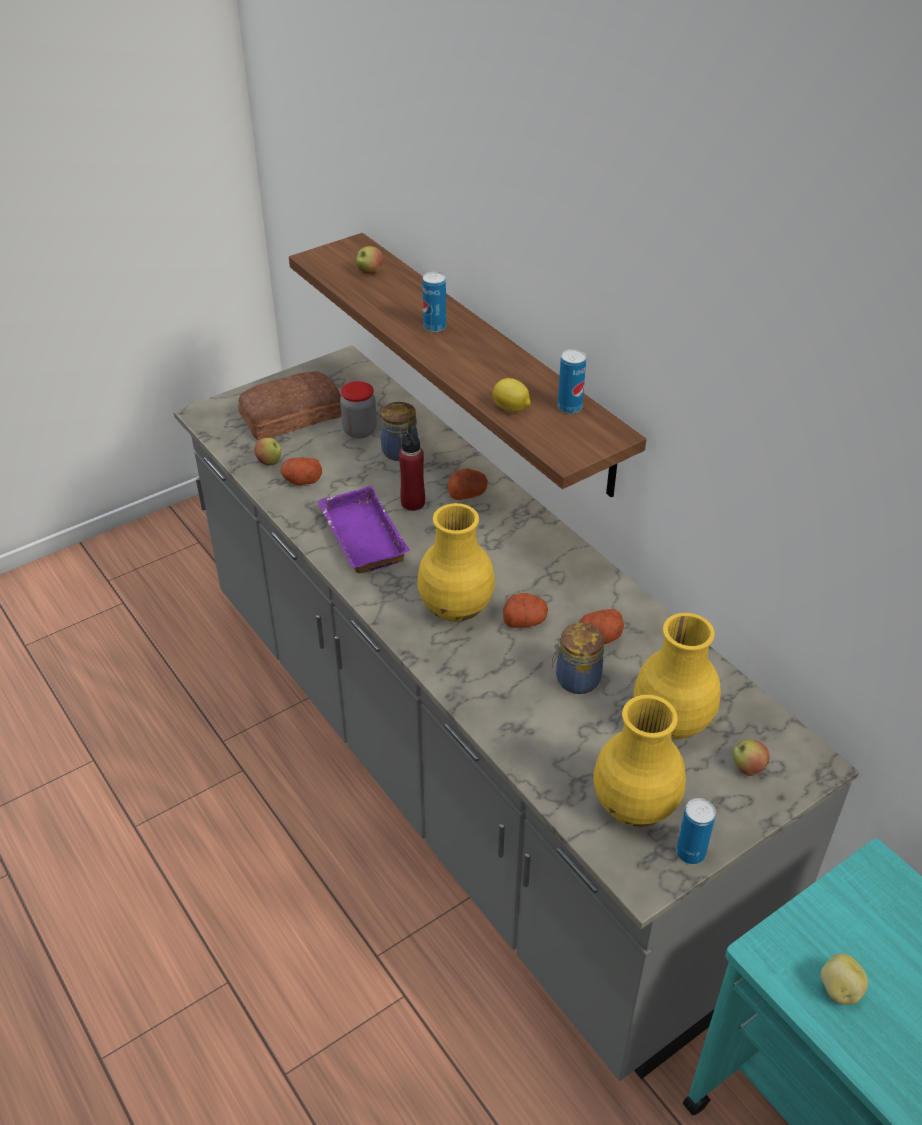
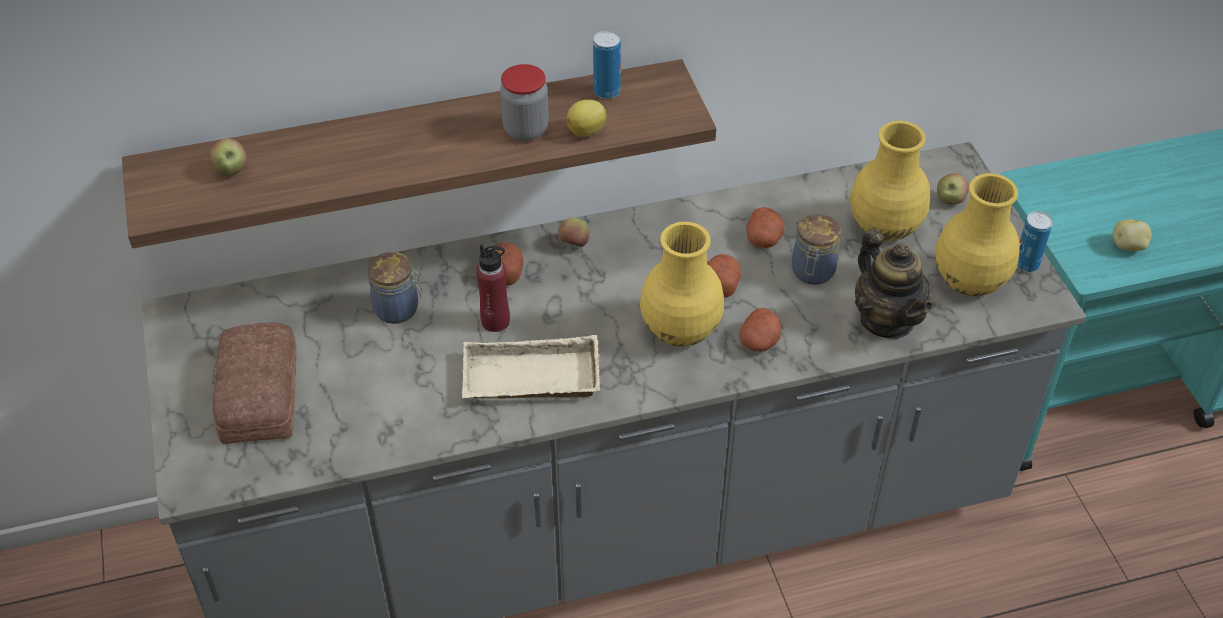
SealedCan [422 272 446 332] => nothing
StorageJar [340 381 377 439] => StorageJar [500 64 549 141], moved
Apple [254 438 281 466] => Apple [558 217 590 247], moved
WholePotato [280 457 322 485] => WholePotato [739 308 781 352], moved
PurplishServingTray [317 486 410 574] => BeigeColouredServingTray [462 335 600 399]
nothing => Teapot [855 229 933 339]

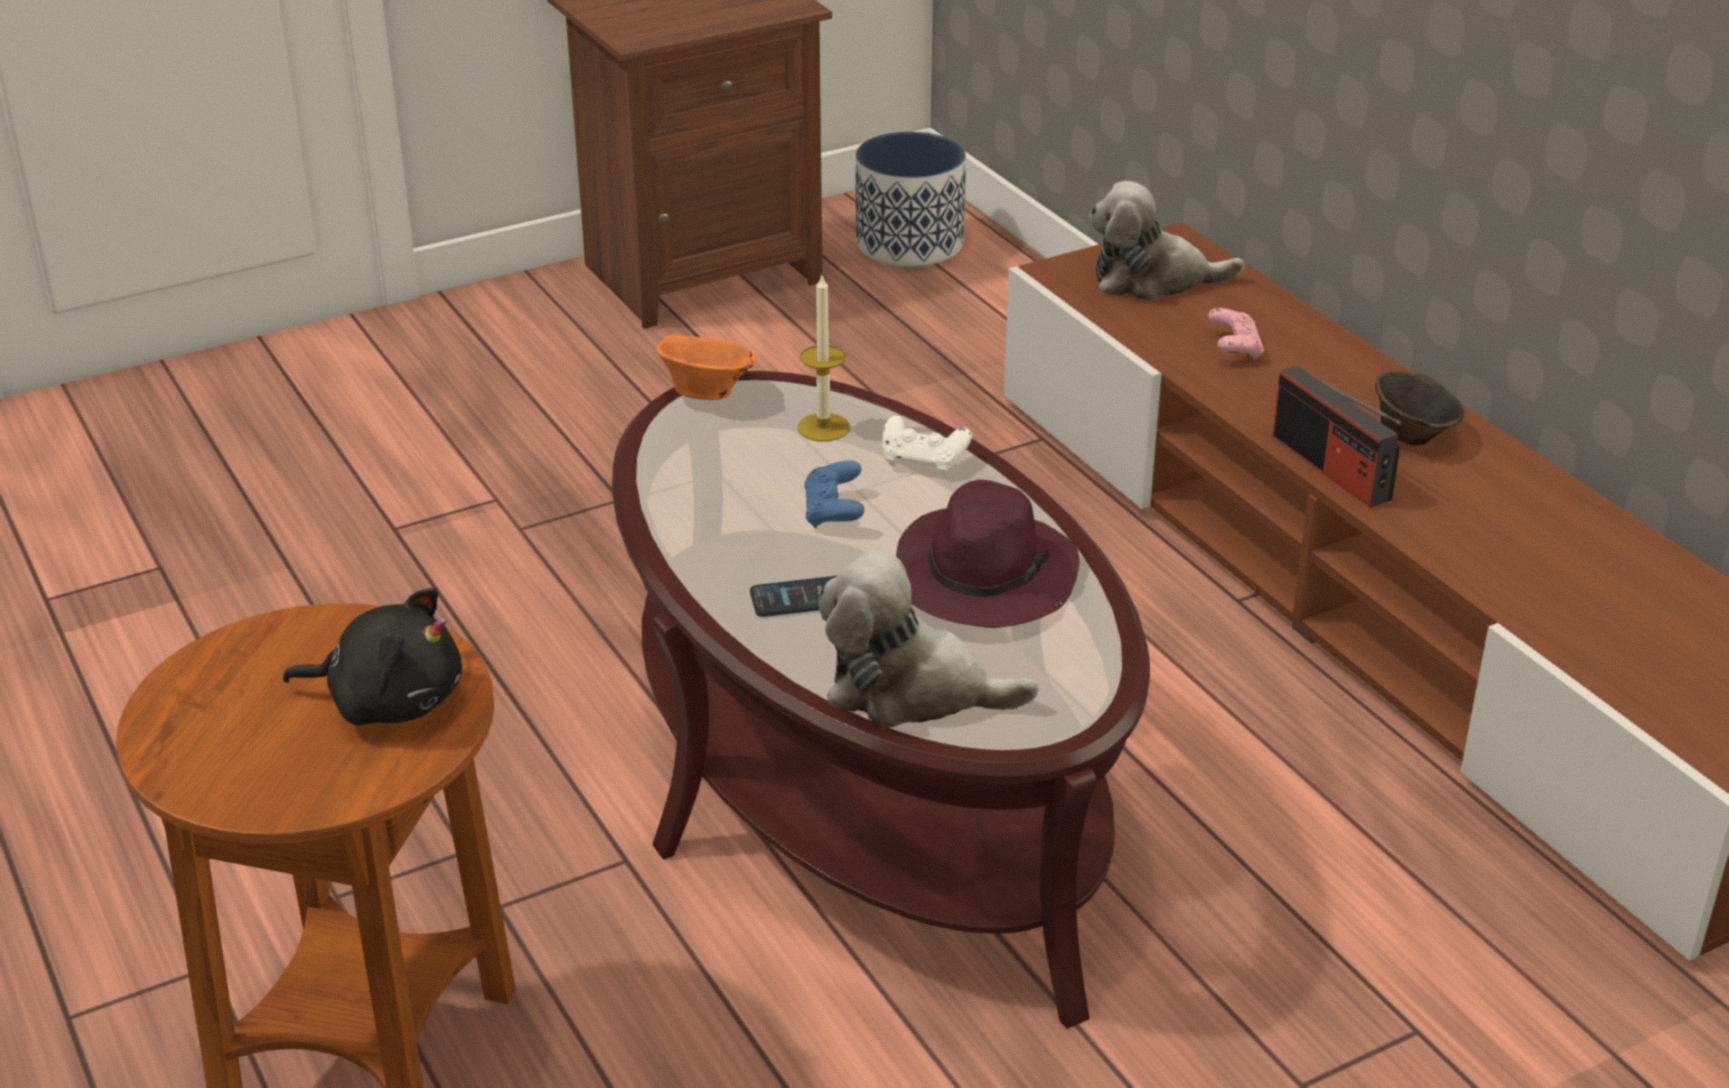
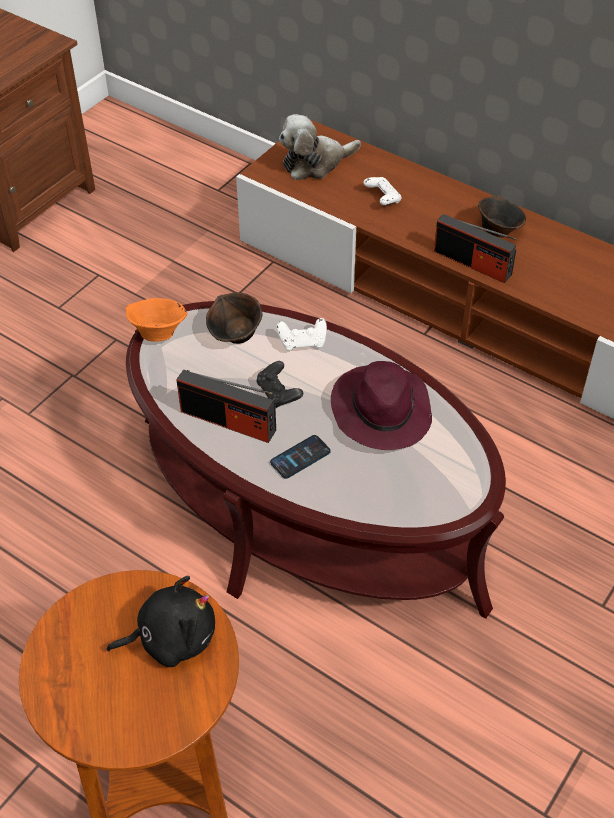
Planter [856 132 966 267] => nothing
WaxLight [798 275 850 441] => BrownColouredDeepDish [206 293 262 344]
PinkColouredGameController [1208 308 1264 360] => WhiteColouredGameController [364 177 402 205]
BluishGameController [804 460 864 528] => BlackColouredGameController [257 361 303 408]
SoftToy [818 551 1039 728] => nothing
nothing => RadioSet [177 369 276 443]

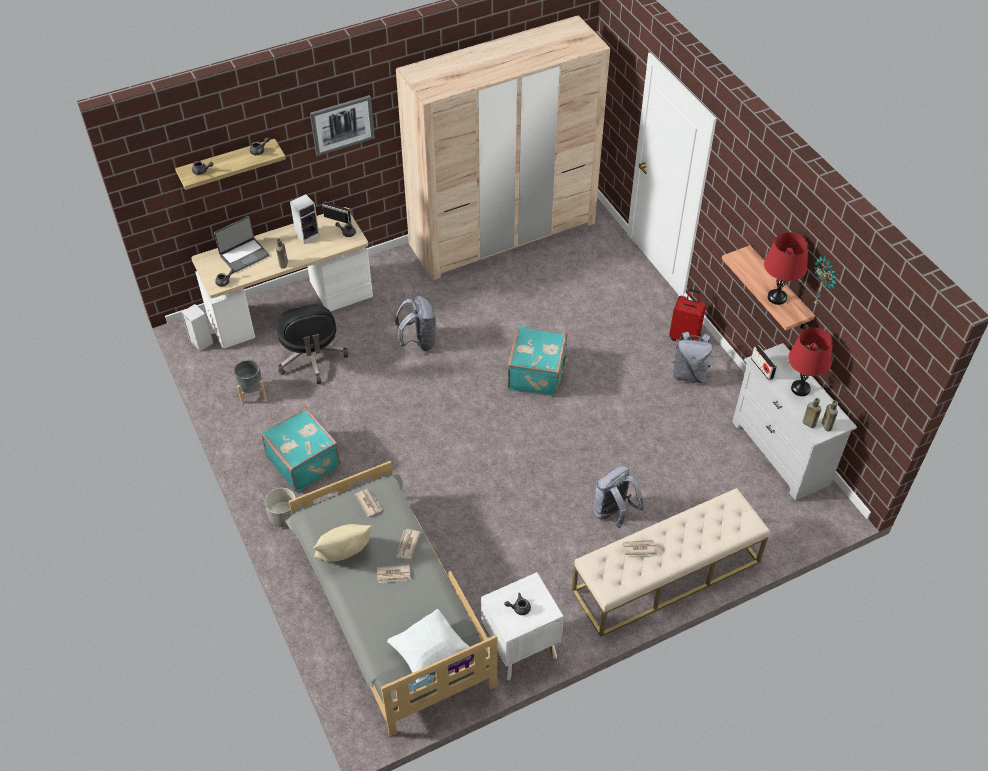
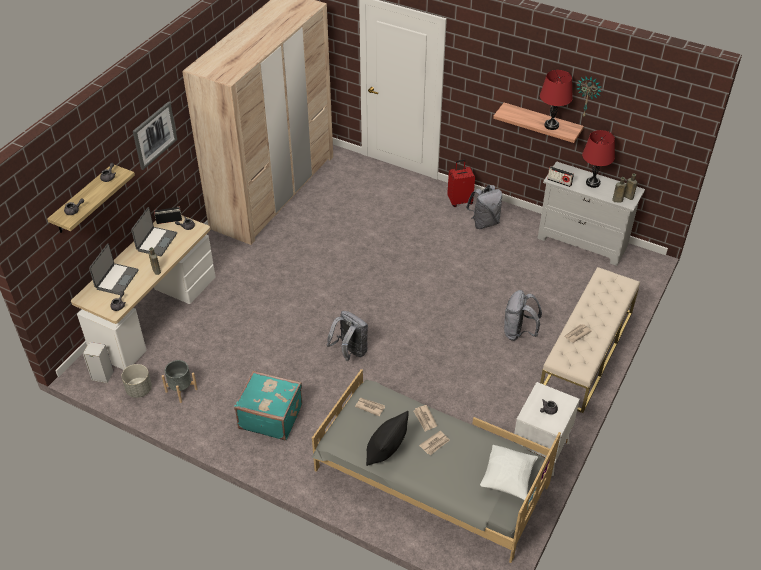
Loudspeaker [290 194 320 244] => NotebookComputer [131 207 177 256]
GreyishRucksack [395 296 436 351] => GreyishRucksack [326 311 368 361], moved
BlackColouredComputerChair [276 305 349 384] => nothing
BlueGreenSuitcase [508 325 569 396] => nothing
GreyishPlanter [265 488 296 527] => GreyishPlanter [121 364 152 398], moved
BeigeColouredPillow [314 524 372 562] => BlackColouredPillow [366 411 409 466]

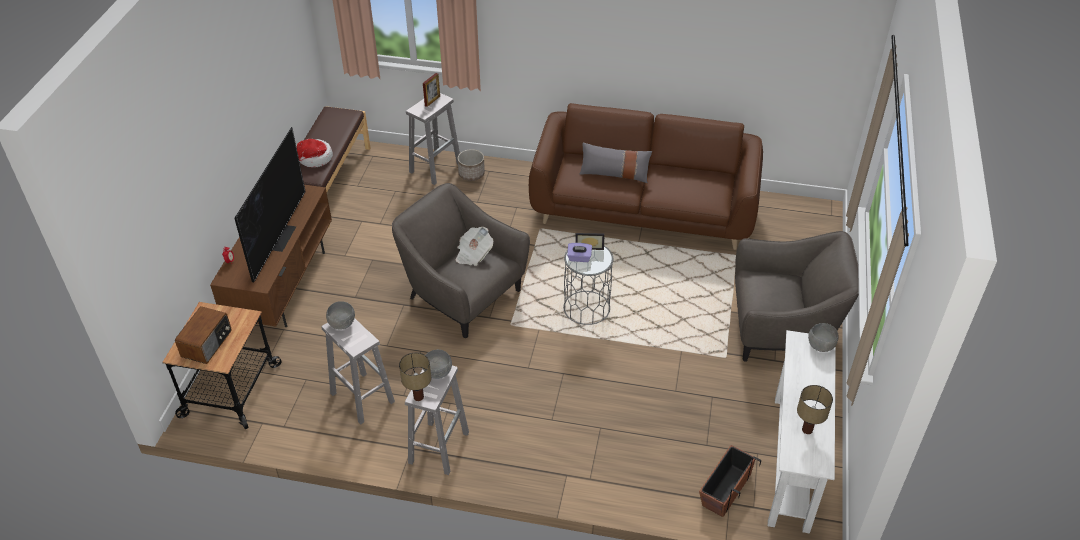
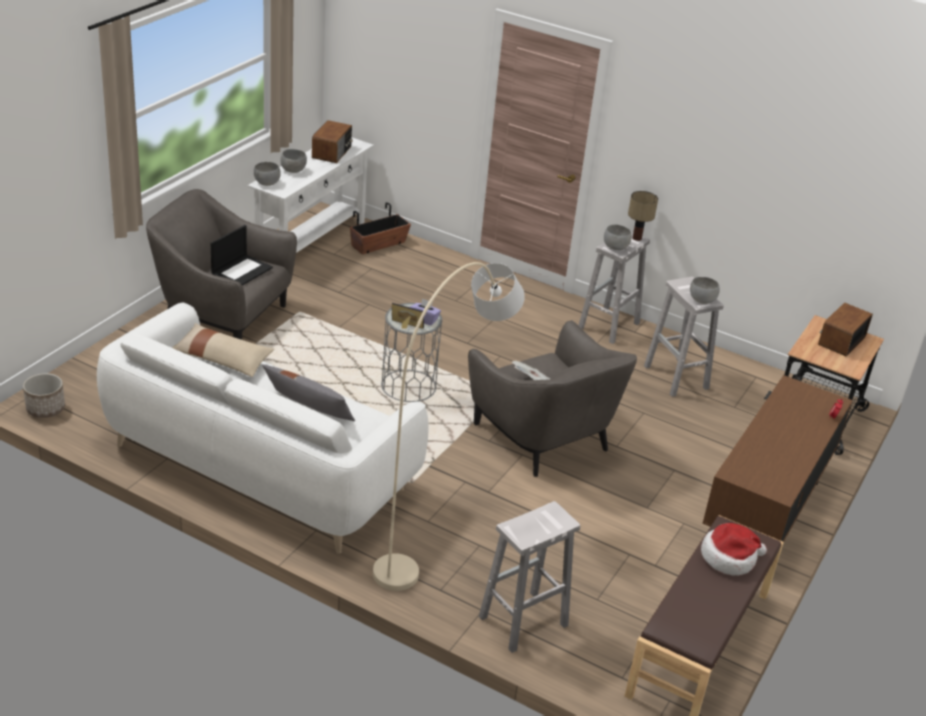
PhotoFrame [423 73 440 107] => nothing
BrownColouredSofa [529 103 763 250] => WhiteColouredSofa [97 303 429 554]
TvSet [234 127 306 282] => nothing
Planter [458 149 485 181] => Planter [23 373 65 418], moved
LampForATable [797 385 833 434] => RadioSet [312 120 353 163]
nothing => GreyishDeepDish [280 149 307 173]
nothing => NotebookComputer [211 225 273 286]
nothing => BeigeColouredFloorLamp [373 262 525 591]
nothing => BeigeColouredPillow [172 323 274 377]

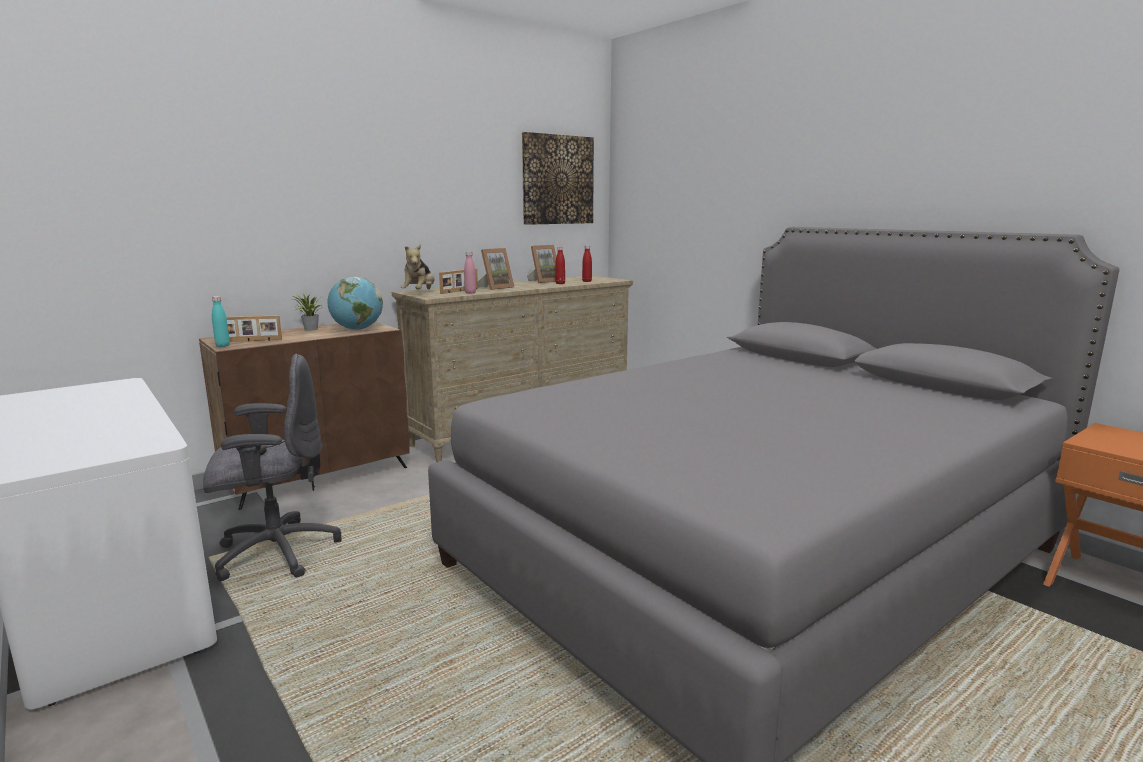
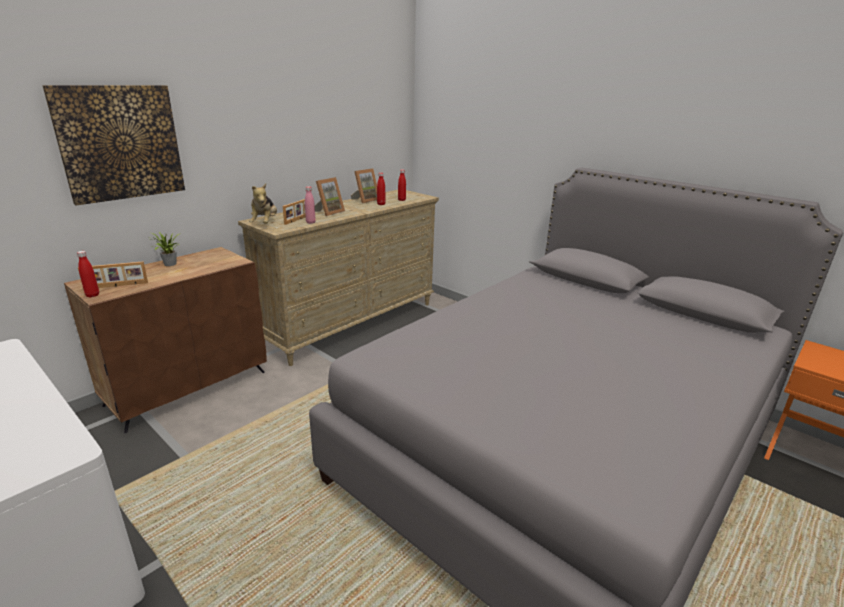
WallArt [522 132 594 225] => WallArt [42 85 185 205], moved
Globe [327 277 383 330] => nothing
BlueGreenBeverageBottle [212 296 230 347] => RedColouredBeverageBottle [77 251 99 297]
GreyishComputerChair [203 354 342 582] => nothing

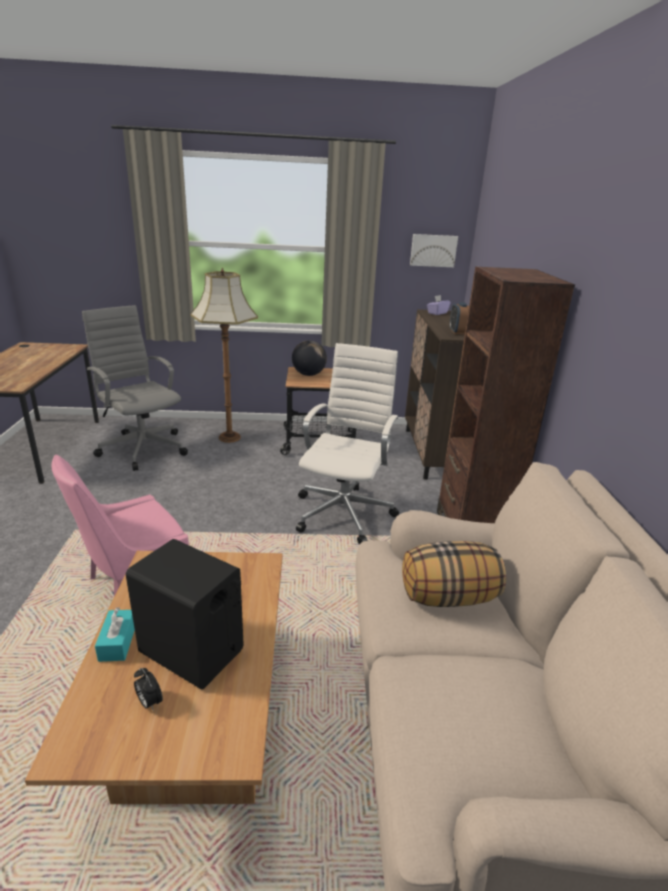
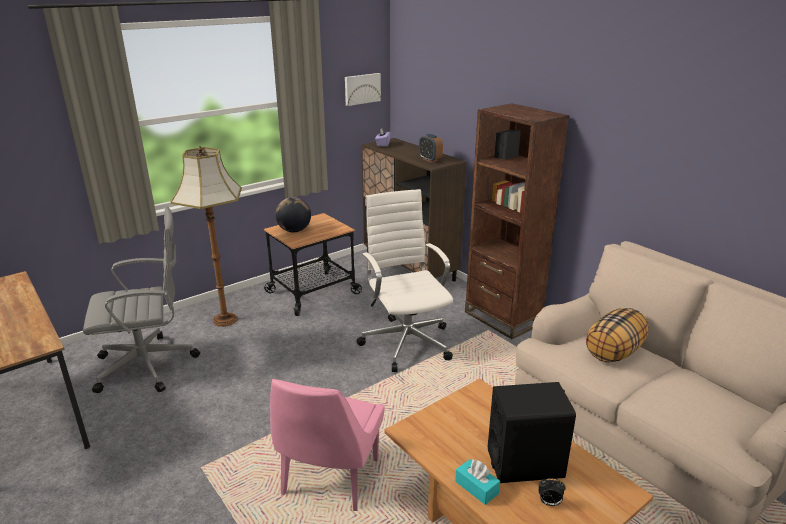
GreyishComputerChair [82 305 188 471] => GreyishComputerChair [83 207 200 393], 150 degrees clockwise

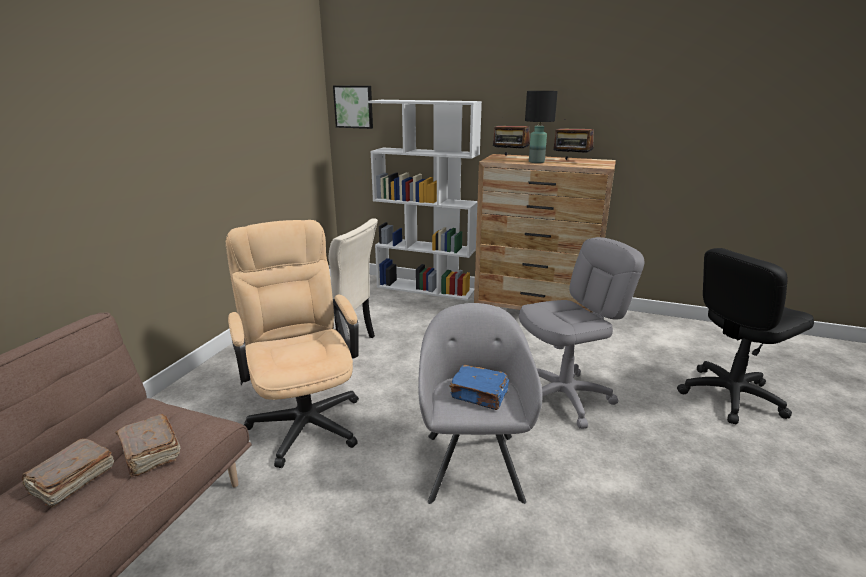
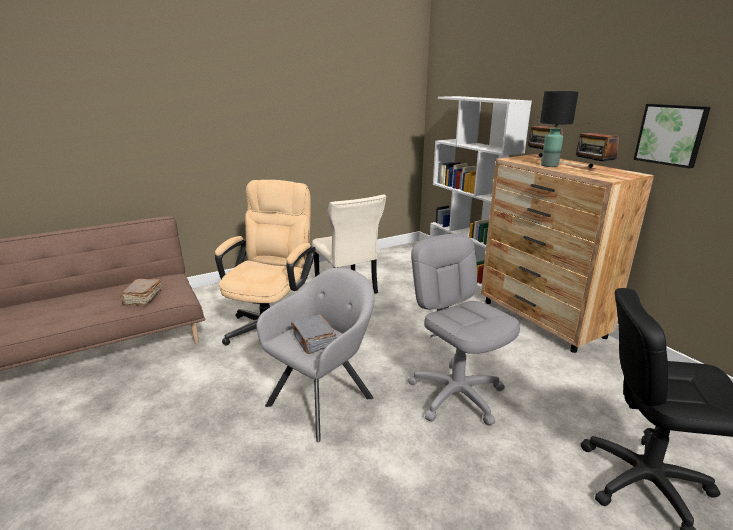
WallArt [333 86 373 129] => WallArt [633 104 711 168], moved
GreyishComputerChair [519 237 644 429] => GreyishComputerChair [408 234 520 426], 135 degrees counterclockwise
BluishBook [449 365 509 410] => GreyishBook [291 315 337 354]
BrownColouredBook [22 438 114 508] => nothing

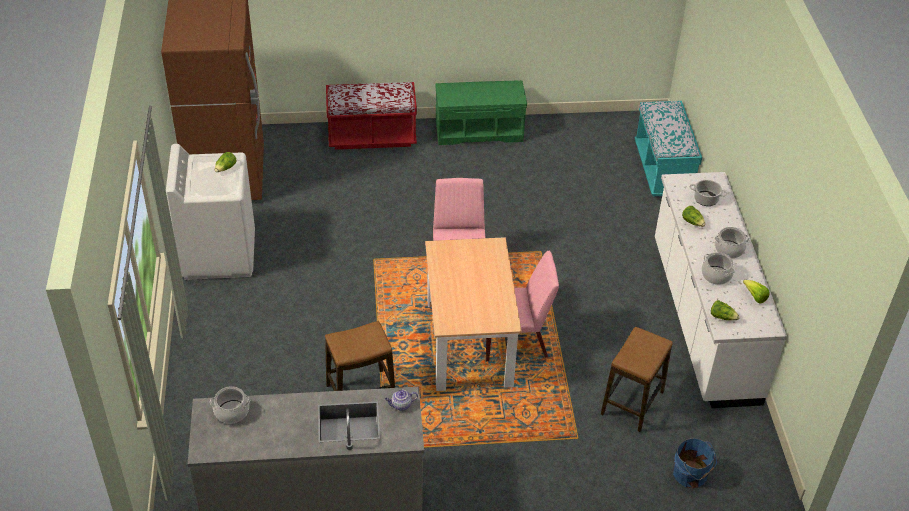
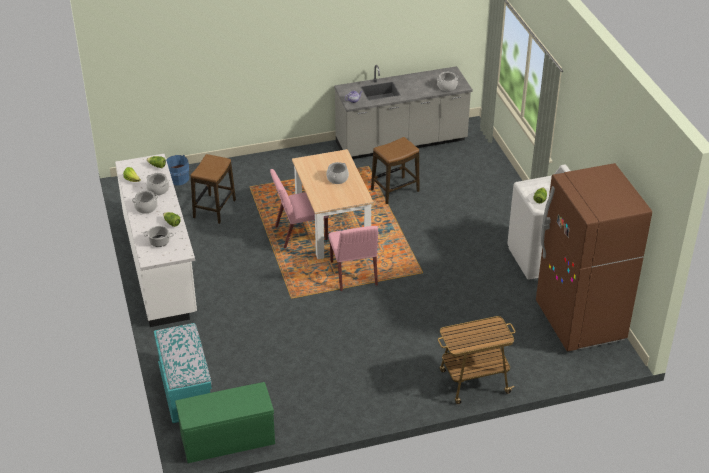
GreenishIndoorBench [435 80 527 145] => GreenishIndoorBench [175 382 275 463], moved
RedColouredIndoorBench [326 82 417 150] => Cart [438 316 516 404]
nothing => CookingPot [326 162 349 184]

